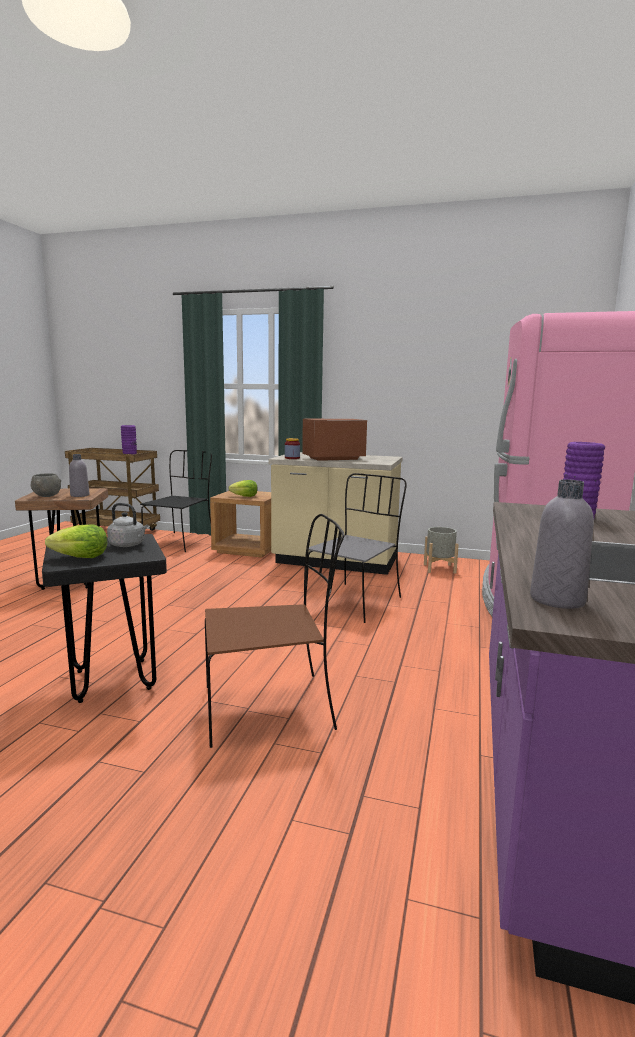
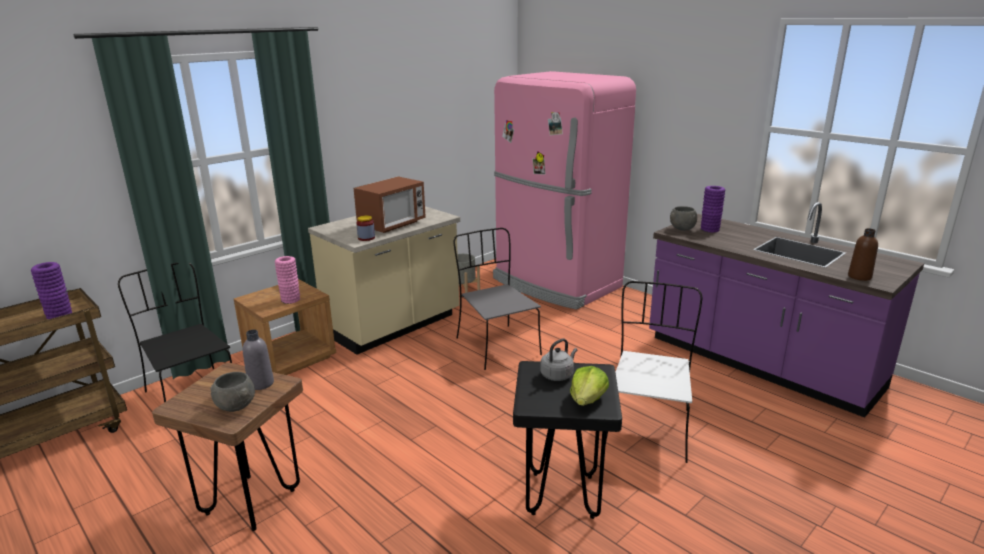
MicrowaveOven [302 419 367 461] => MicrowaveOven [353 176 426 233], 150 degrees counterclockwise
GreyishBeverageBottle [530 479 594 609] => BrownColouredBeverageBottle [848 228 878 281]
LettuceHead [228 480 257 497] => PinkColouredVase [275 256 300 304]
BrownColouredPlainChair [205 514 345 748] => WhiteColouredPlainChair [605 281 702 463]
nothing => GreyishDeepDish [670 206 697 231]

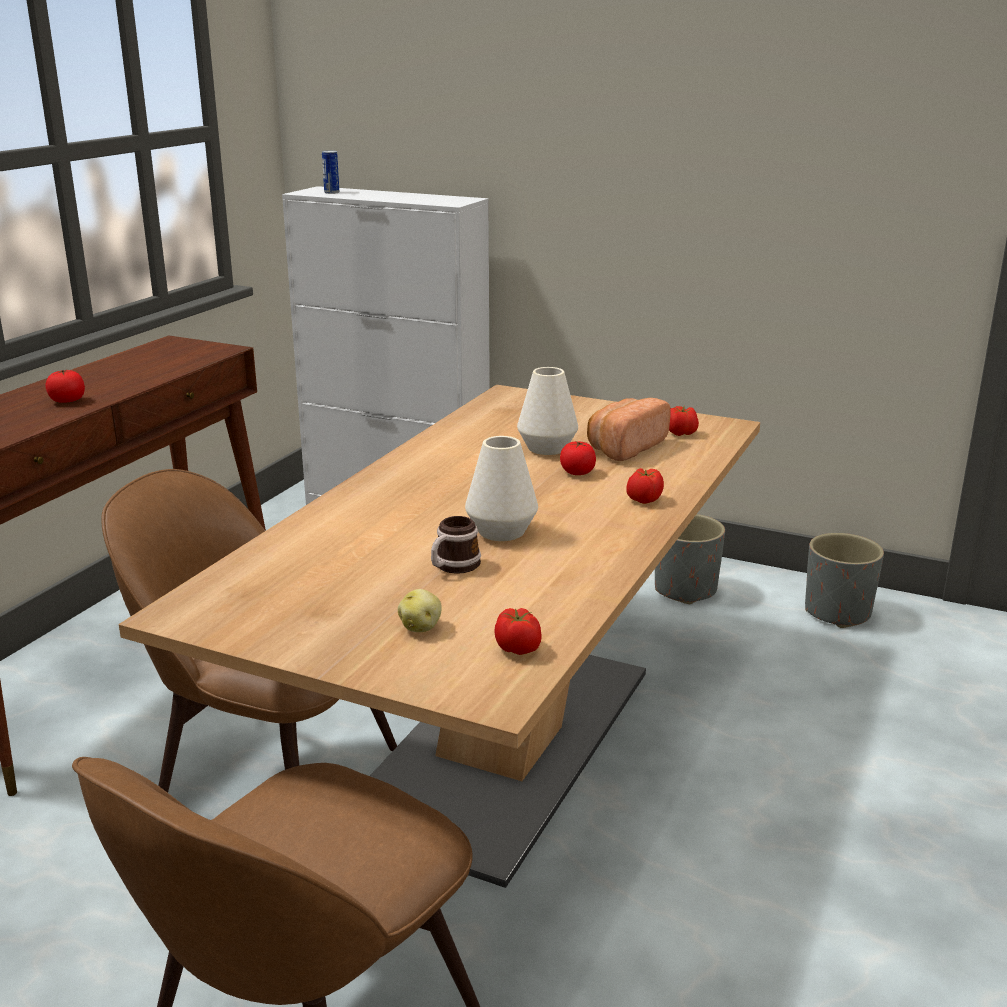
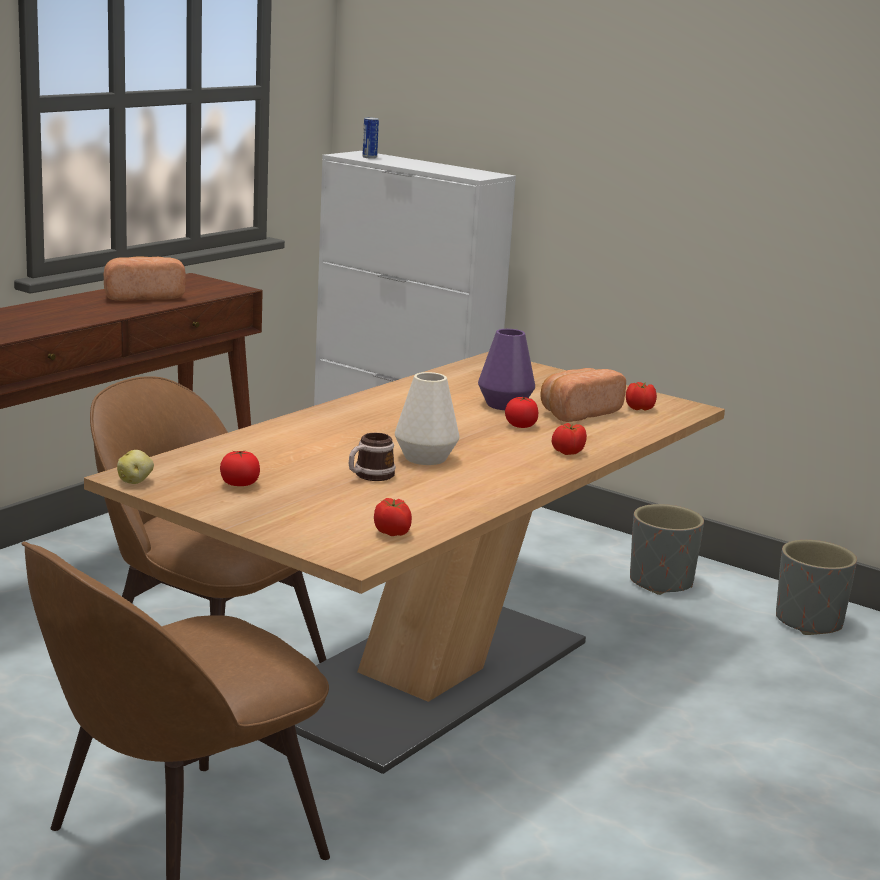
WhiteColouredVase [517 367 578 455] => PurplishVase [478 329 535 410]
Tomato [46 370 85 403] => Tomato [220 450 260 486], moved
WholePotato [398 589 442 632] => WholePotato [117 450 154 484], moved
nothing => BakedBread [104 256 185 301]

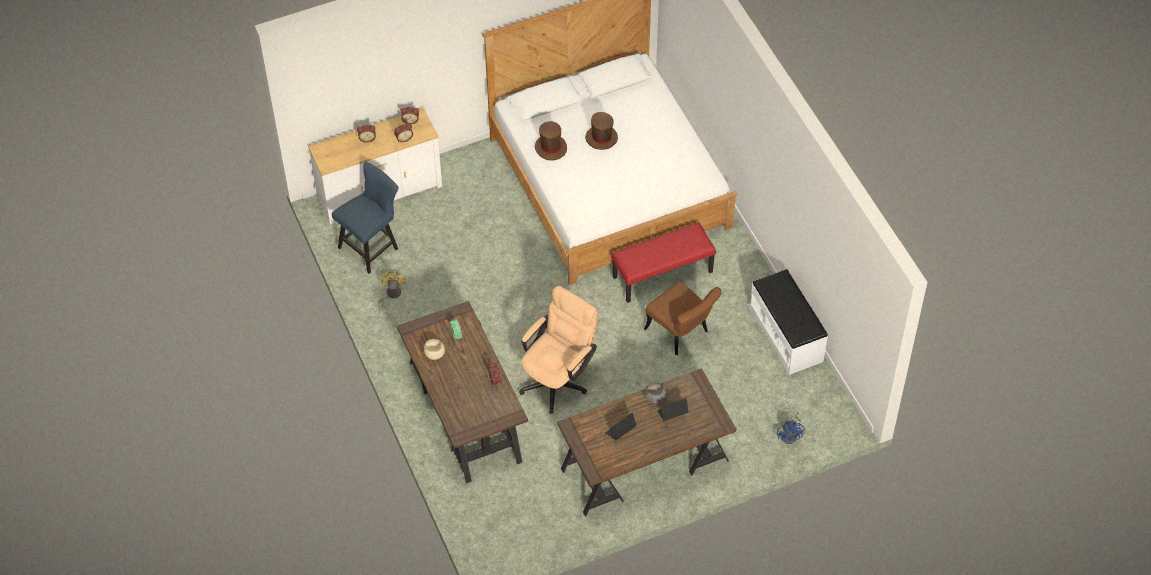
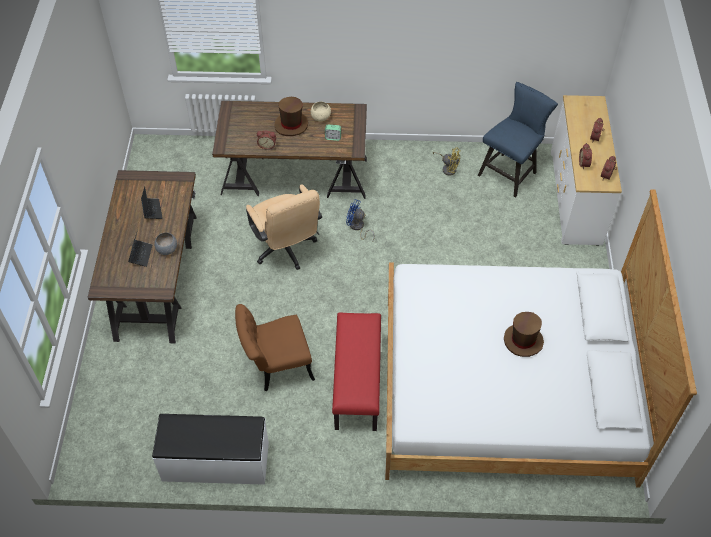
BrownColouredClothingHat [535 121 567 161] => BrownColouredClothingHat [274 97 308 136], moved
BluishPlainChair [332 161 399 274] => BluishPlainChair [478 82 558 198], 120 degrees counterclockwise
BluishElectricFan [777 413 805 444] => BluishElectricFan [346 199 375 241], moved

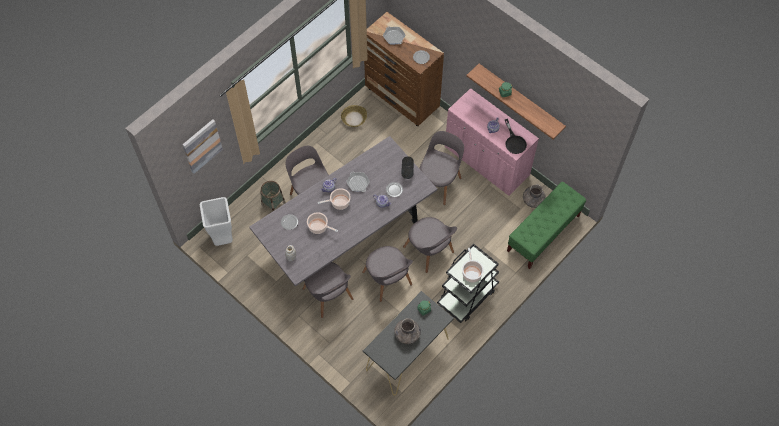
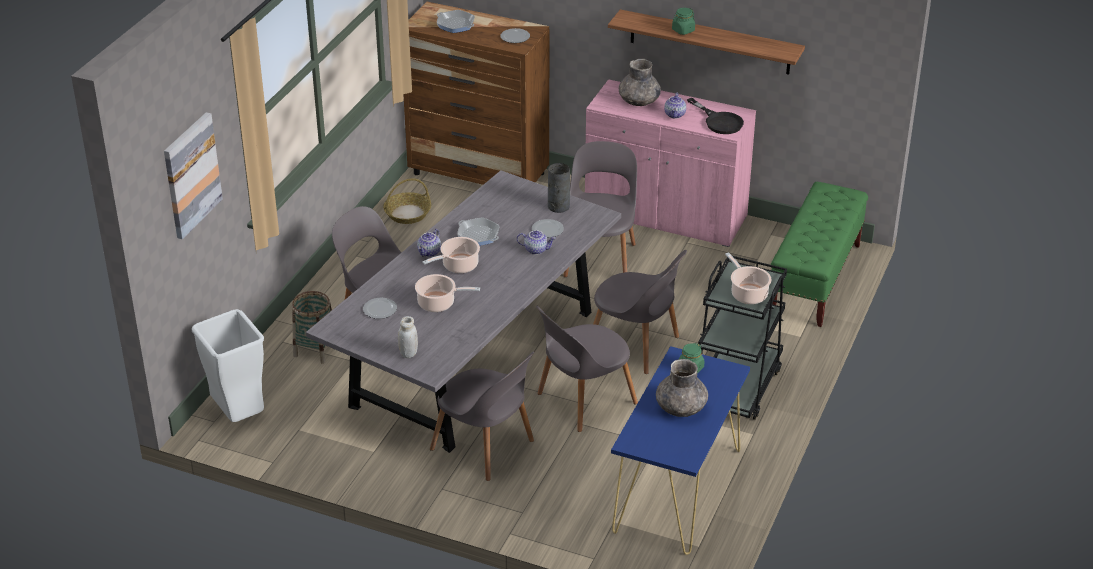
GreyishVase [523 184 546 208] => GreyishVase [619 59 661 106], moved
GreyishPlainChair [362 246 413 302] => GreyishPlainChair [536 306 638 432], 105 degrees clockwise
BlackColouredNarrowTable [362 291 454 395] => BluishNarrowTable [611 346 750 555]

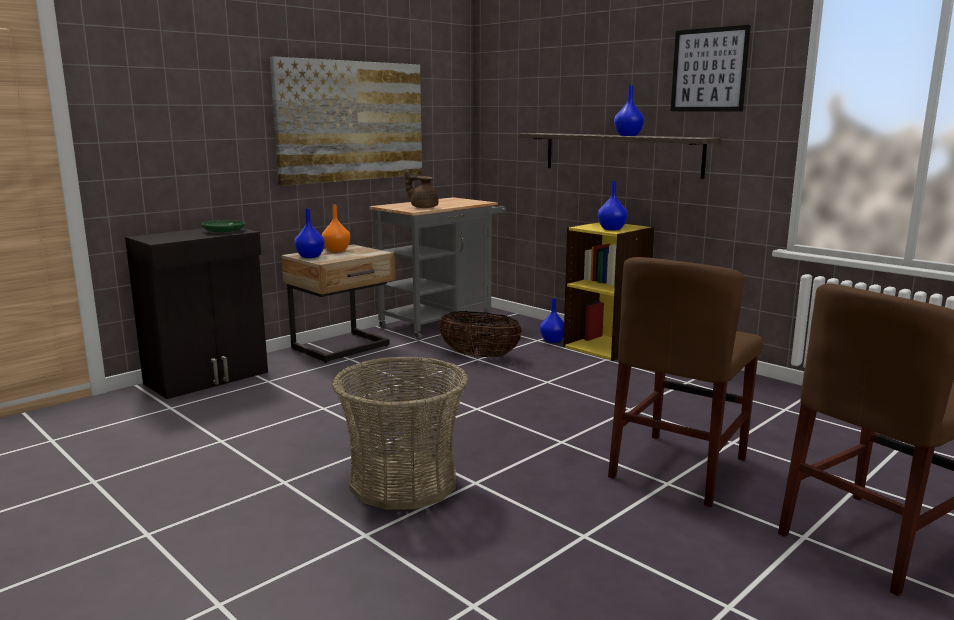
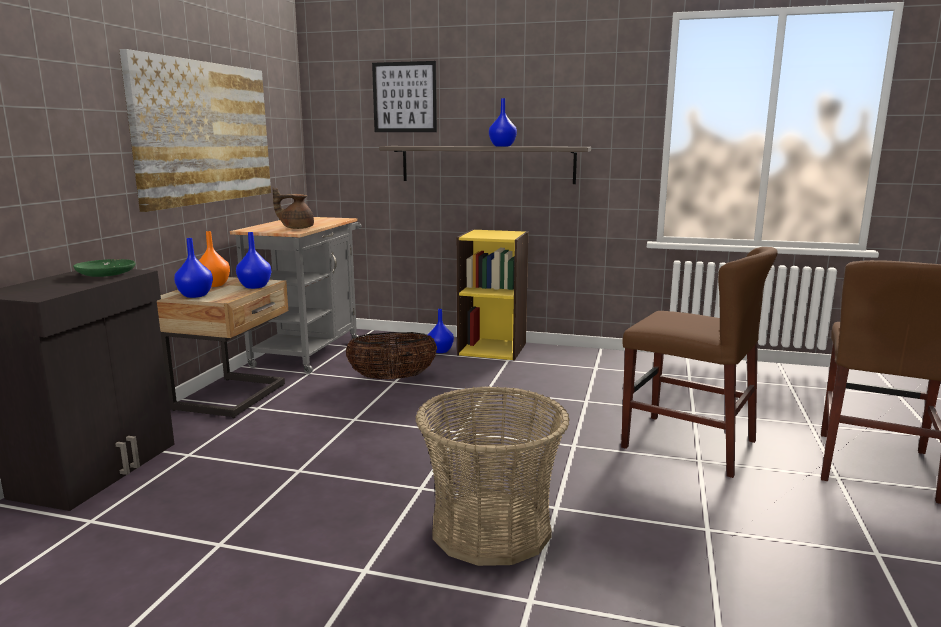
WallArt [671 25 751 111] => WallArt [372 61 437 132], moved
BluishVase [598 181 628 230] => BluishVase [236 232 271 289], moved
BrownColouredPlainChair [608 257 763 507] => BrownColouredPlainChair [621 247 778 478], 60 degrees counterclockwise

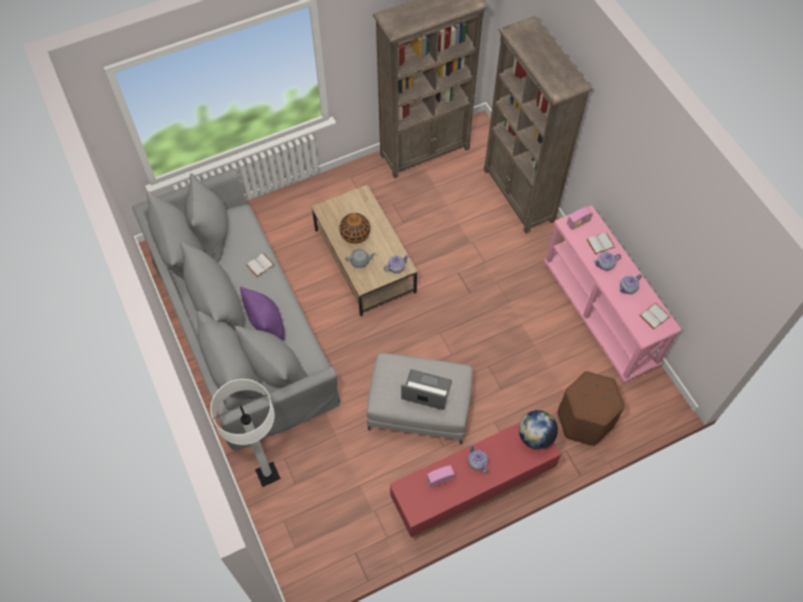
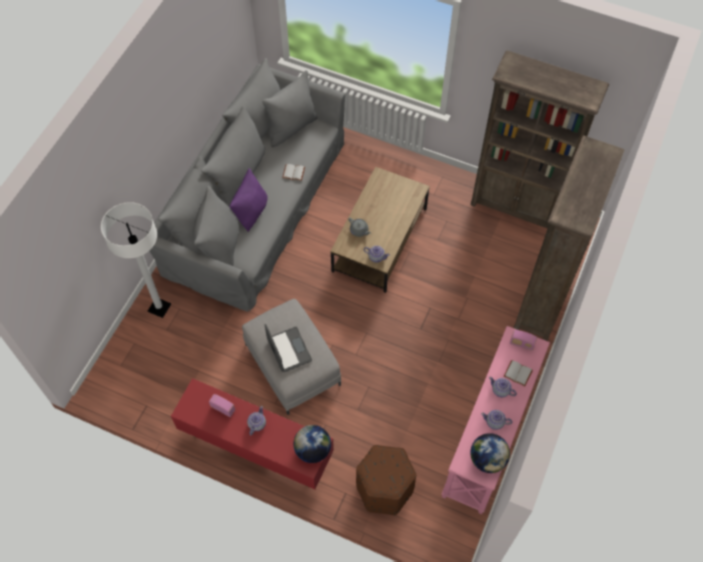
Vase [339 213 370 244] => nothing
WhiteColouredBook [639 303 670 329] => Globe [470 433 510 473]

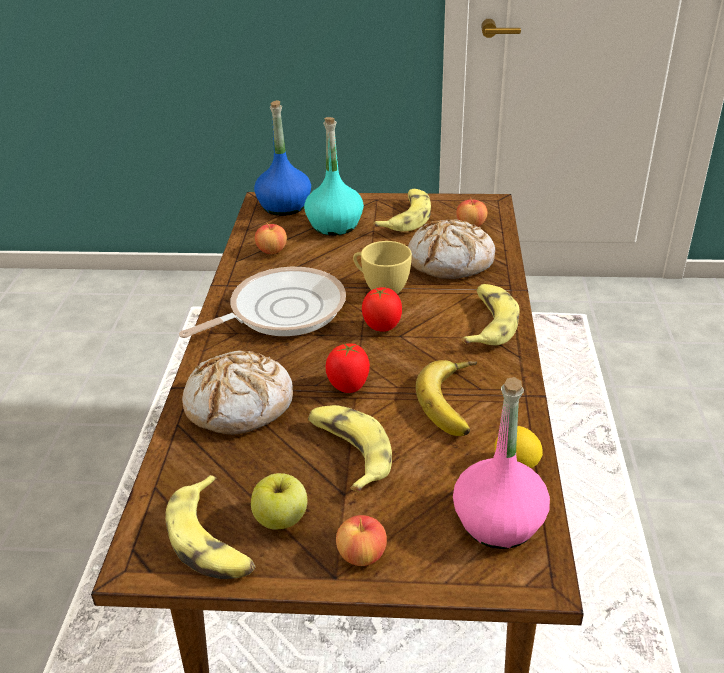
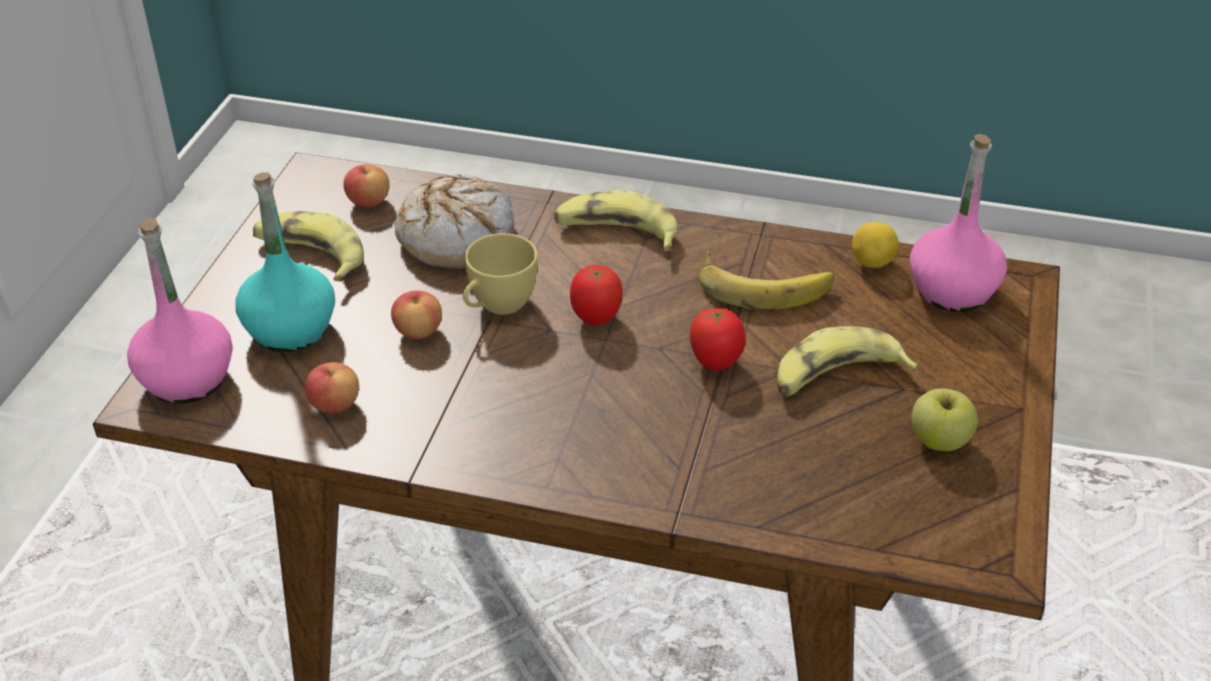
BluishBeverageBottle [254 100 311 216] => PinkColouredBeverageBottle [127 218 233 404]
FryingPan [179 267 346 338] => nothing
BakedBread [182 350 293 435] => nothing
Banana [165 475 256 579] => nothing
Apple [336 515 387 566] => Apple [391 291 442 339], moved

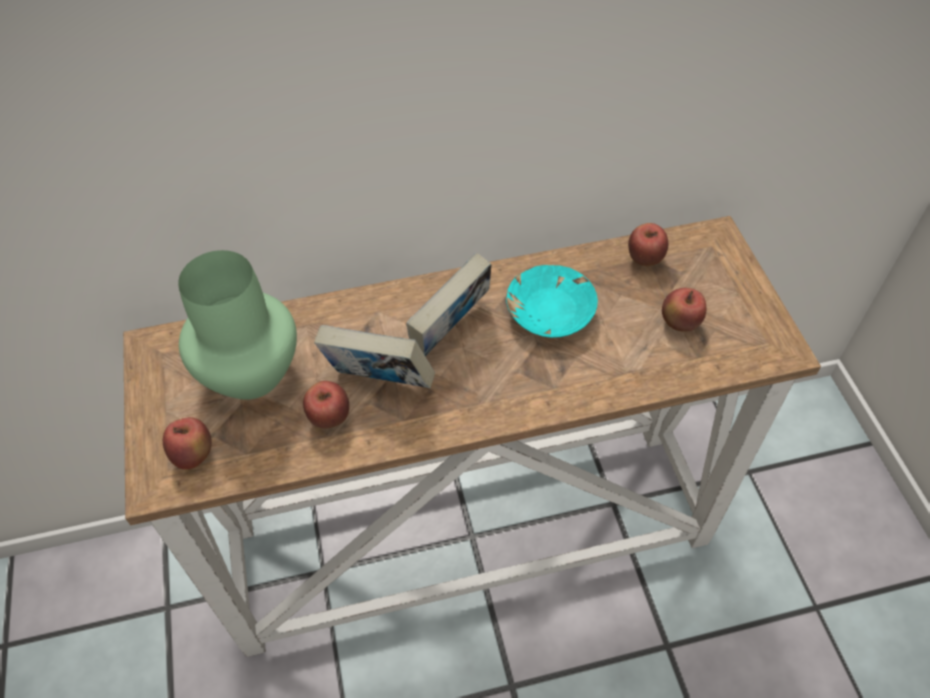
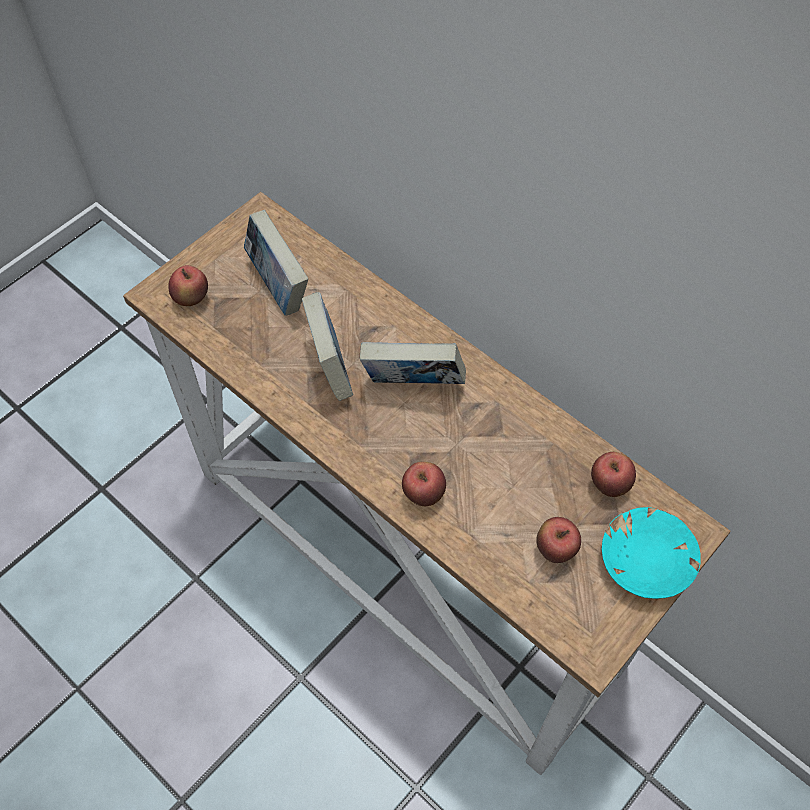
GreenishVase [178 250 297 400] => Book [244 210 308 316]
BlueGreenDeepDish [506 265 598 338] => BlueGreenDeepDish [602 507 701 599], moved
Apple [303 381 349 428] => Apple [402 462 446 506], moved

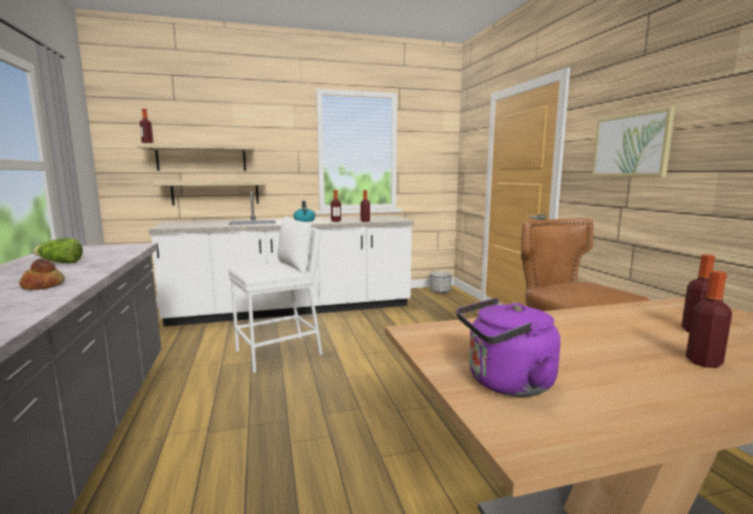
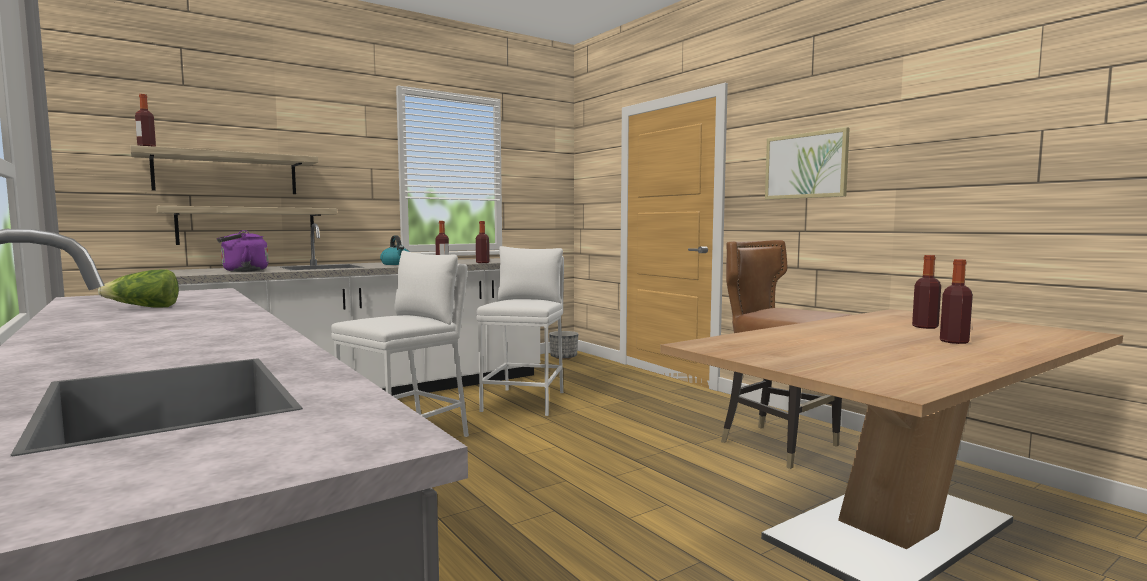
BakedBread [19 259 65 290] => nothing
PurplishTeaKettle [456 298 560 397] => PurplishTeaKettle [217 230 269 272], moved
nothing => WhiteColouredSittingStool [476 246 564 416]

